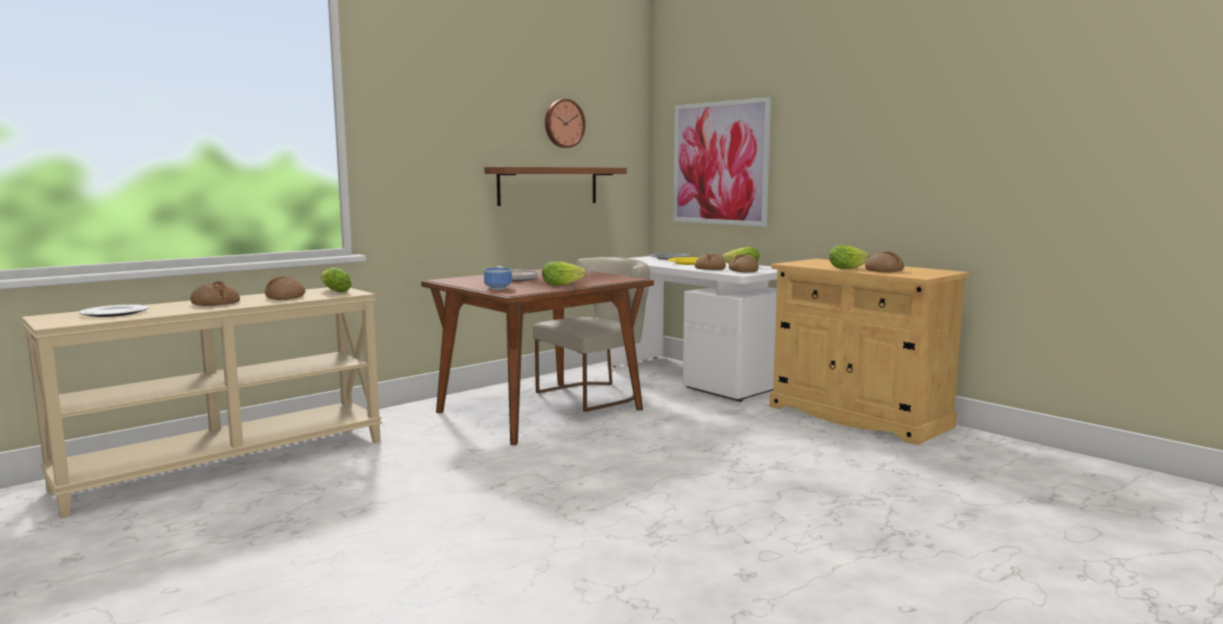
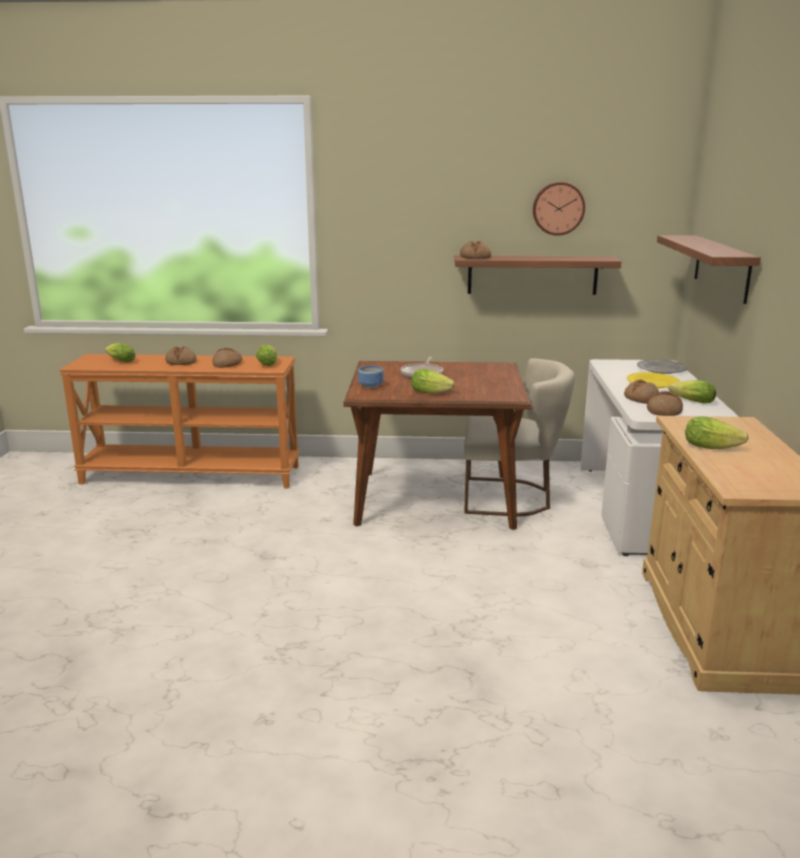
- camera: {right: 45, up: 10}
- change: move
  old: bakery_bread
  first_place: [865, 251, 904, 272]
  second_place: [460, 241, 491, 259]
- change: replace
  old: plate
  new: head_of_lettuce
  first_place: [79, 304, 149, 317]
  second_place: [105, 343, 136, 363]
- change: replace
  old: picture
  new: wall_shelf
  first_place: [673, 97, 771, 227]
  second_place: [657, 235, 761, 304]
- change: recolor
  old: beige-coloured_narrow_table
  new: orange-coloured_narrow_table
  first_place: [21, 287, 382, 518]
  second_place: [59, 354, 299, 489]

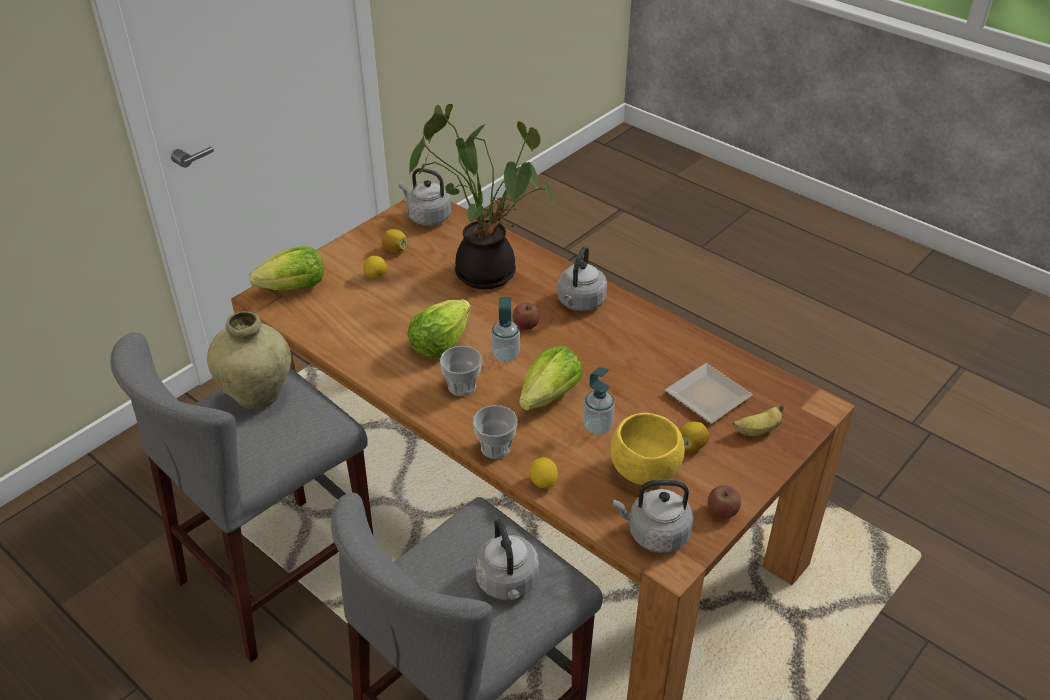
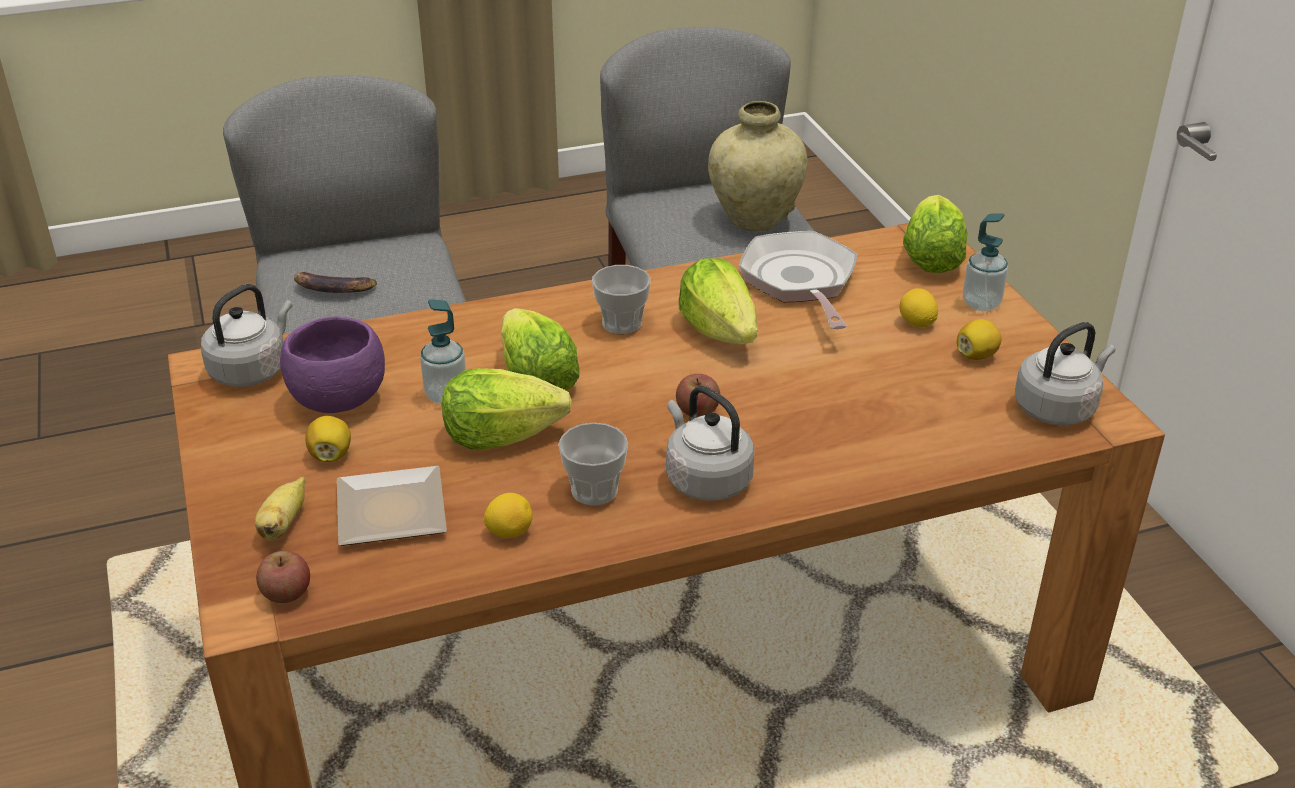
- camera: {right: 120, up: -5}
- change: delete
  old: plant_in_a_pot
  first_place: [409, 104, 554, 289]
- change: insert
  new: head_of_lettuce
  second_place: [442, 368, 572, 449]
- change: insert
  new: frying_pan
  second_place: [739, 231, 857, 329]
- change: move
  old: drinking_cup
  first_place: [473, 405, 517, 459]
  second_place: [558, 422, 628, 506]
- change: move
  old: soap_bottle
  first_place: [491, 297, 520, 362]
  second_place: [963, 213, 1008, 311]
- change: move
  old: citrus_fruit
  first_place: [529, 457, 558, 488]
  second_place: [484, 493, 532, 538]
- change: move
  old: whole_apple
  first_place: [708, 485, 741, 518]
  second_place: [256, 551, 310, 603]
- change: replace
  old: gray_tea_kettle
  new: banana_fruit
  first_place: [475, 519, 539, 600]
  second_place: [294, 271, 377, 293]
- change: recolor
  old: yellow_serving_bowl
  new: purple-coloured_serving_bowl
  first_place: [610, 413, 685, 485]
  second_place: [280, 316, 385, 413]

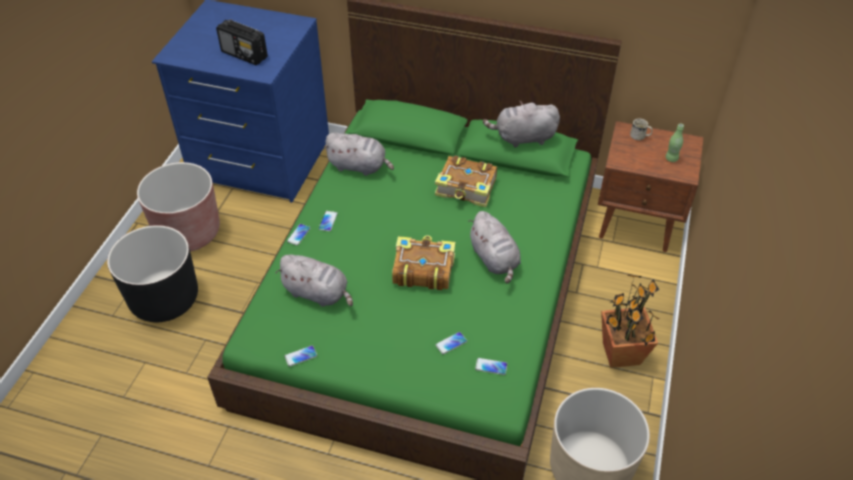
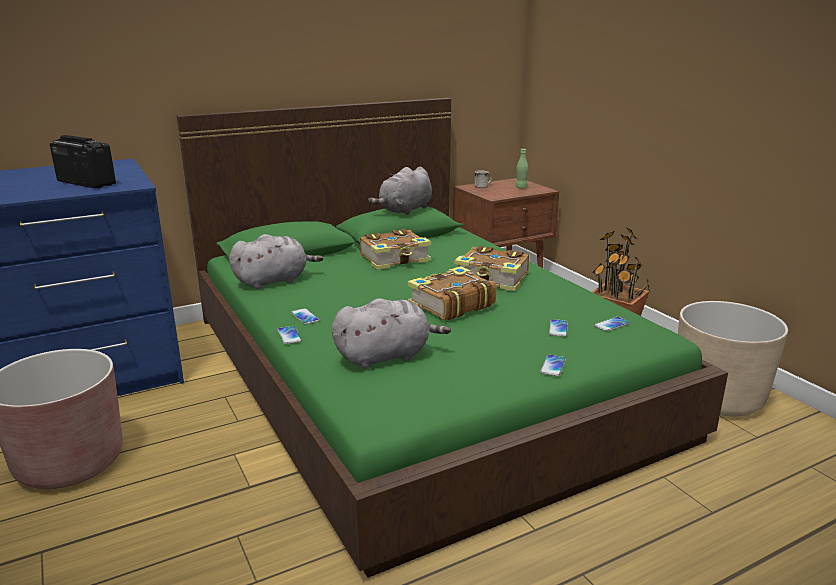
- camera: {right: -45, up: -25}
- change: delete
  old: black-coloured_flower_pot
  first_place: [107, 225, 198, 322]
- change: move
  old: handset
  first_place: [284, 346, 317, 367]
  second_place: [540, 355, 566, 376]
- change: replace
  old: gray_cuddly_toy
  new: book
  first_place: [468, 211, 521, 283]
  second_place: [454, 246, 529, 291]
- change: rotate
  old: radio_set
  first_place: [216, 20, 268, 65]
  second_place: [50, 135, 116, 188]
  degrees: -135

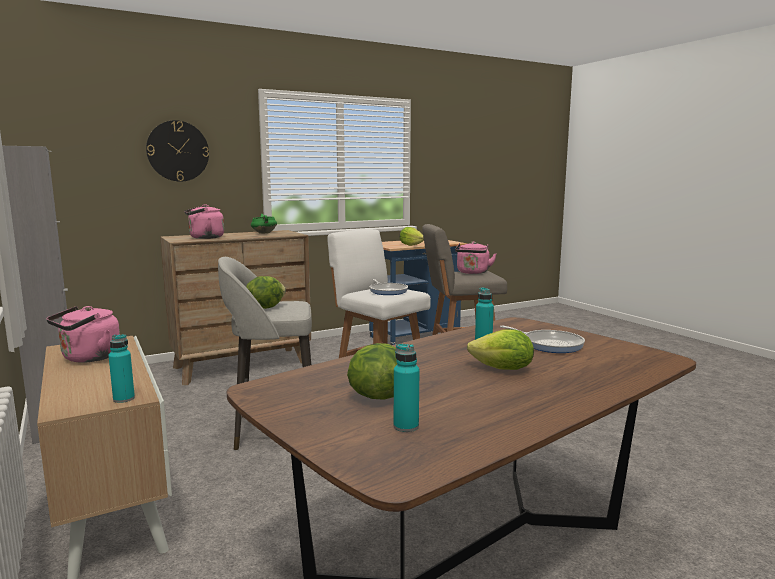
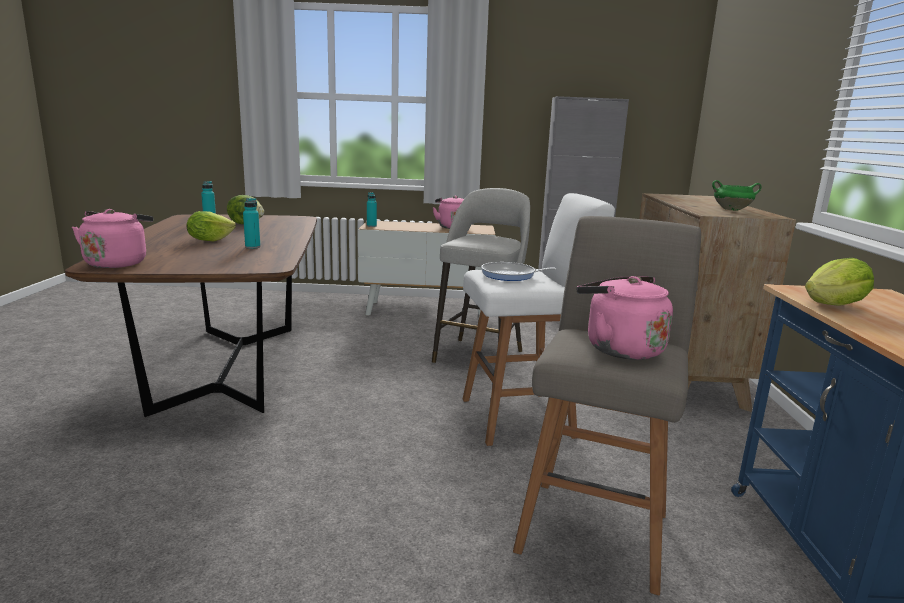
- camera: {right: 120, up: 5}
- change: delete
  old: clock_on_the_wall
  first_place: [146, 120, 209, 182]
- change: delete
  old: head_of_lettuce
  first_place: [246, 276, 286, 309]
- change: delete
  old: frying_pan
  first_place: [500, 326, 585, 353]
- change: move
  old: pink-coloured_tea_kettle
  first_place: [184, 204, 224, 239]
  second_place: [72, 209, 153, 268]

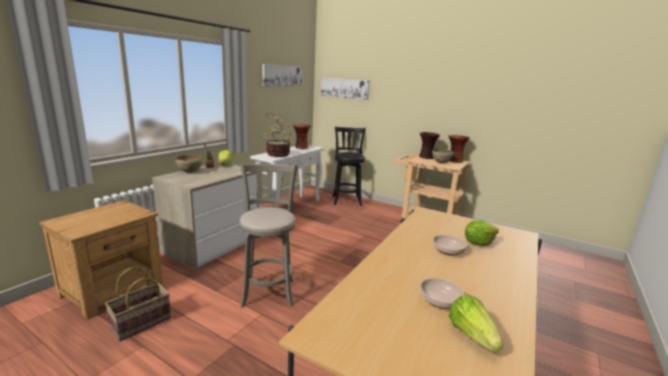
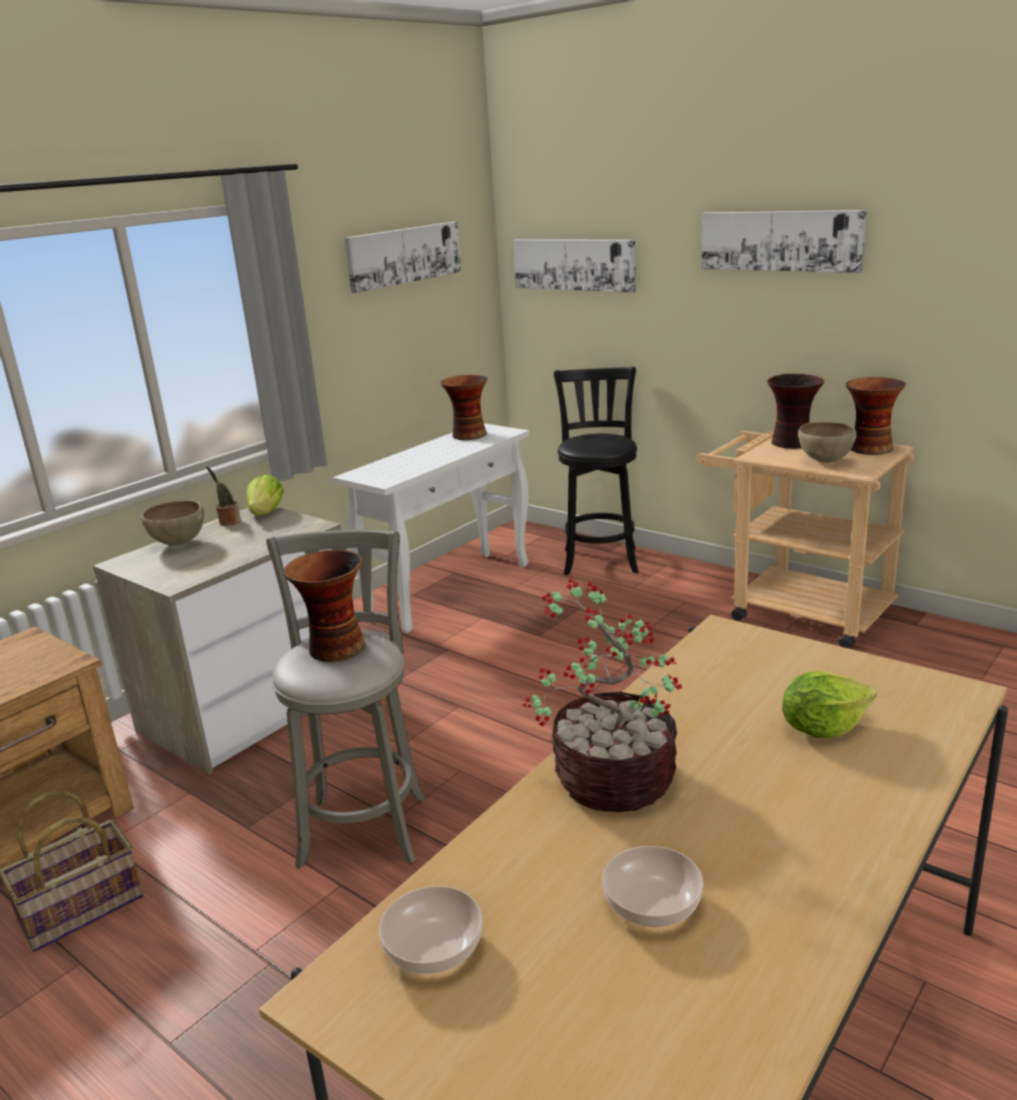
- camera: {right: 10, up: 5}
- change: delete
  old: head_of_lettuce
  first_place: [449, 295, 503, 352]
- change: insert
  new: decorative_vase
  second_place: [283, 550, 365, 662]
- change: insert
  new: picture
  second_place: [701, 210, 867, 273]
- change: move
  old: plant_in_a_pot
  first_place: [263, 112, 291, 157]
  second_place: [522, 578, 682, 812]
- change: move
  old: serving_bowl
  first_place: [433, 235, 467, 256]
  second_place: [379, 886, 482, 974]

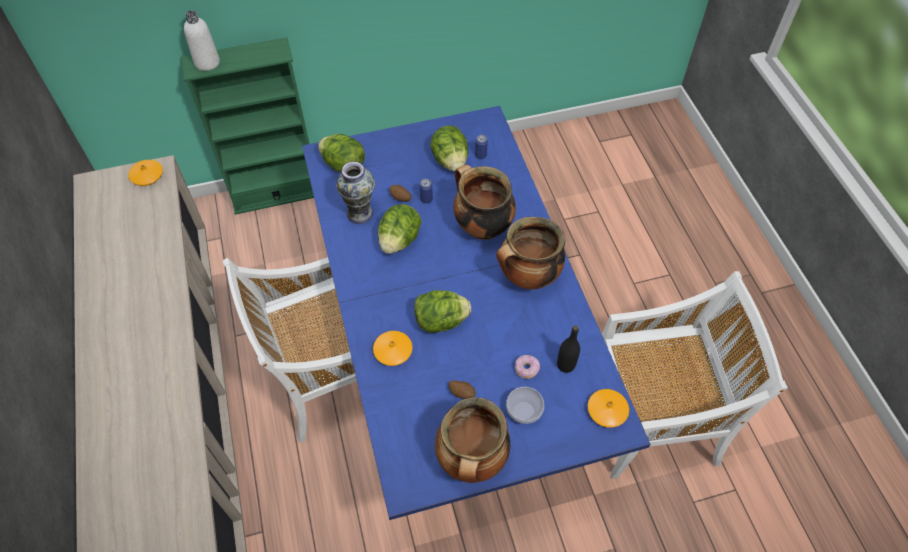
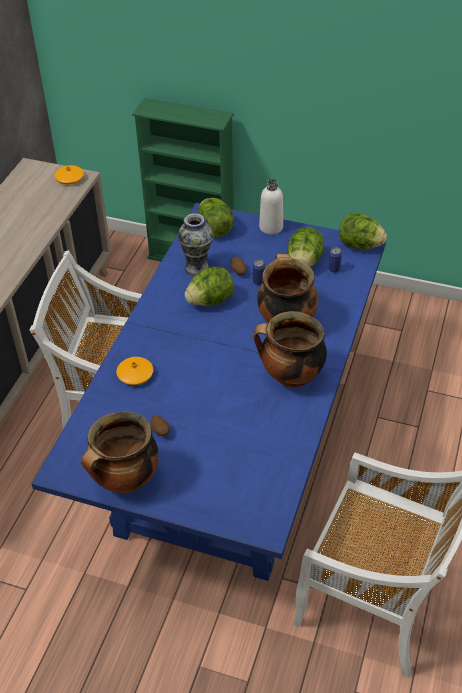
- camera: {right: 35, up: -10}
- change: delete
  old: serving_bowl
  first_place: [506, 387, 544, 424]
- change: delete
  old: doughnut
  first_place: [515, 355, 540, 379]
- change: delete
  old: black-coloured_drink_bottle
  first_place: [557, 326, 580, 373]
- change: delete
  old: orange-coloured_decorative_vase
  first_place: [588, 389, 629, 428]
- change: move
  old: white-coloured_drink_bottle
  first_place: [184, 10, 220, 71]
  second_place: [259, 179, 283, 235]
- change: move
  old: head_of_lettuce
  first_place: [414, 290, 471, 333]
  second_place: [339, 213, 387, 250]

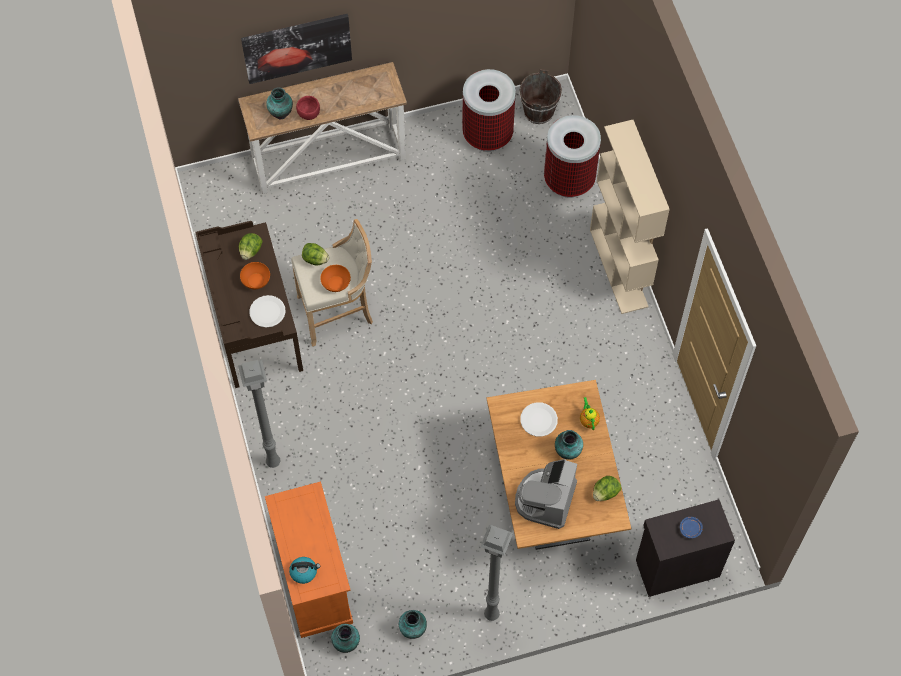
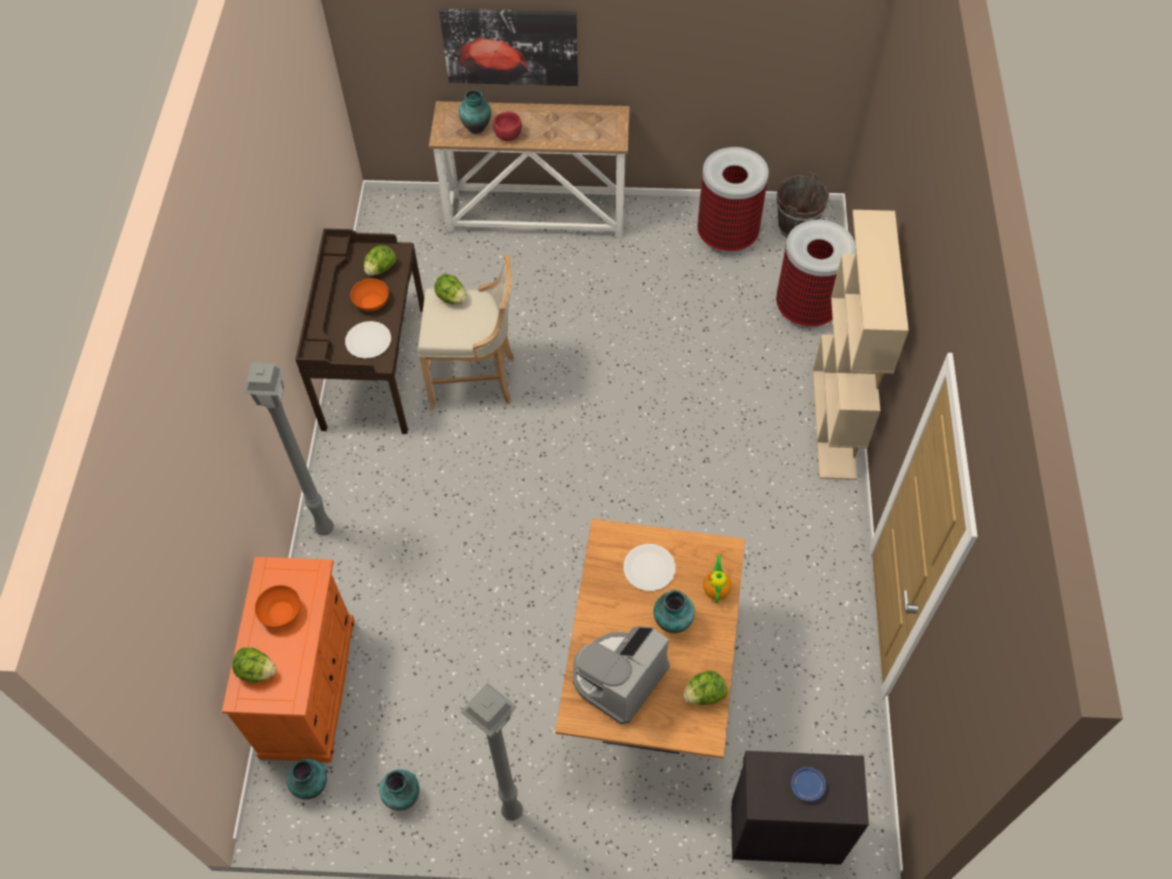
- camera: {right: 20, up: -5}
- change: move
  old: orange-coloured_serving_bowl
  first_place: [320, 265, 351, 292]
  second_place: [255, 585, 301, 628]
- change: replace
  old: tea_kettle
  new: head_of_lettuce
  first_place: [289, 557, 320, 584]
  second_place: [232, 647, 277, 683]

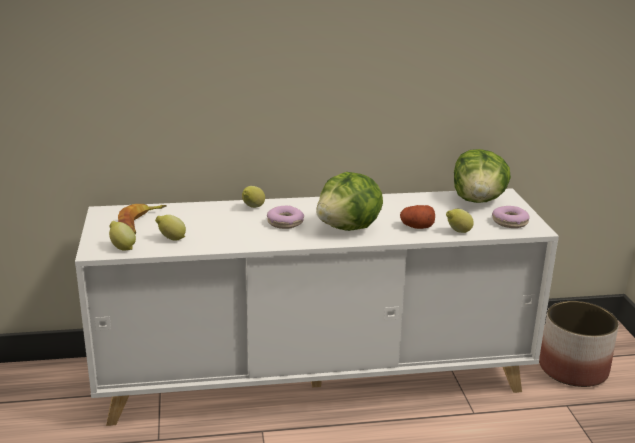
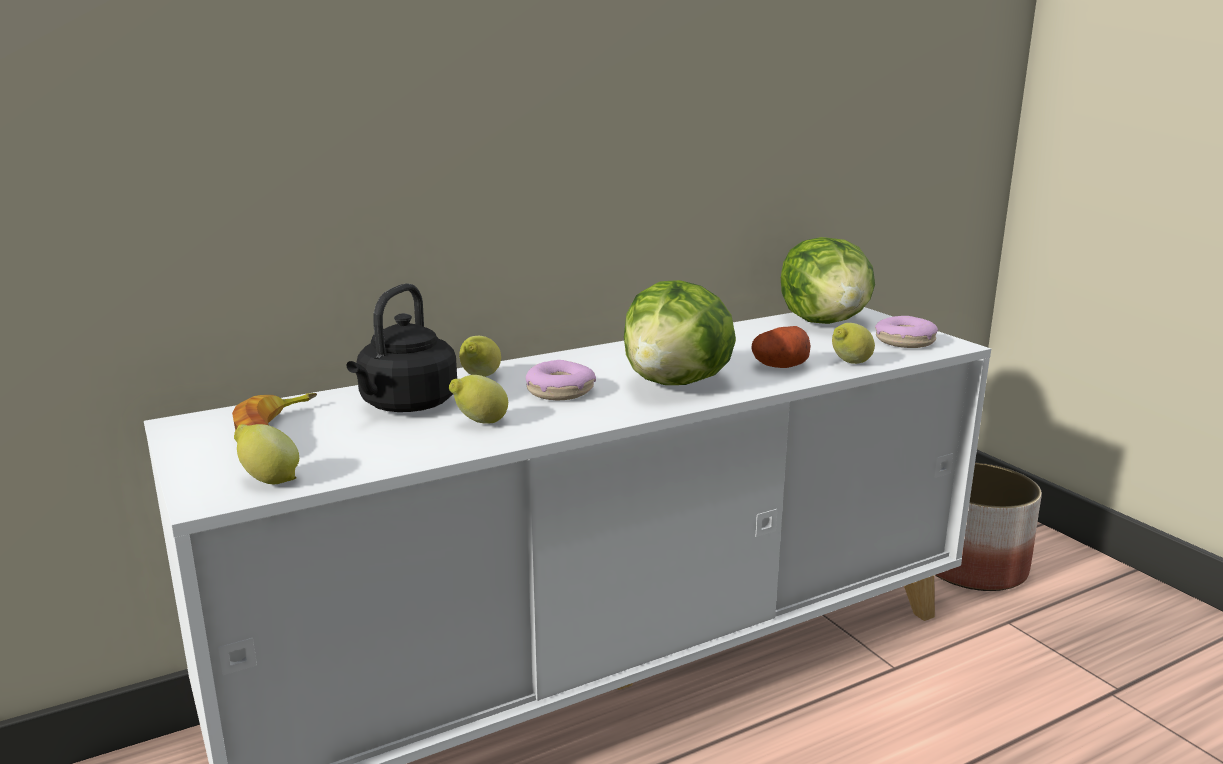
- camera: {right: -20, up: -5}
- change: insert
  new: black-coloured_tea_kettle
  second_place: [347, 283, 457, 412]
- change: move
  old: citrus_fruit
  first_place: [155, 215, 186, 241]
  second_place: [449, 375, 508, 424]

